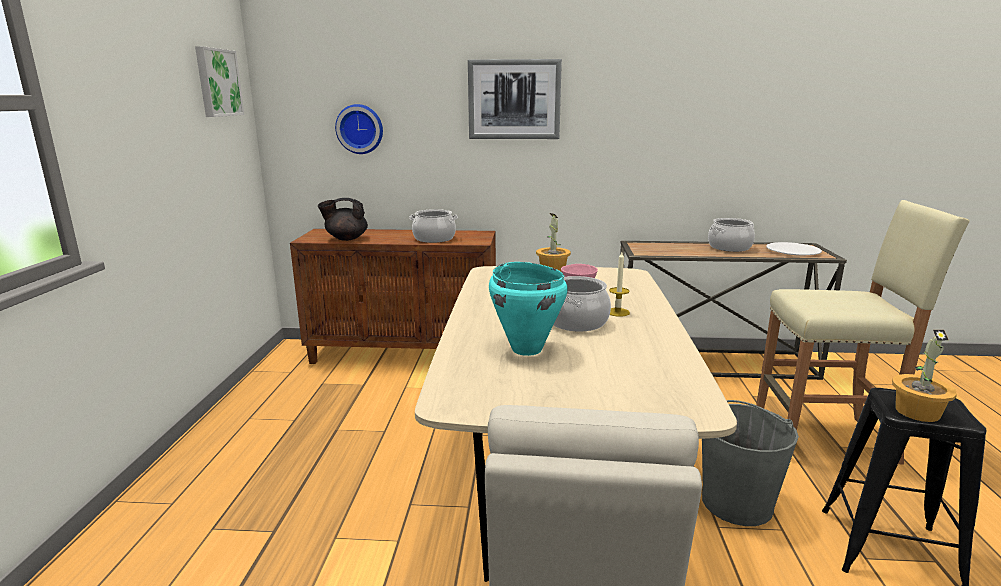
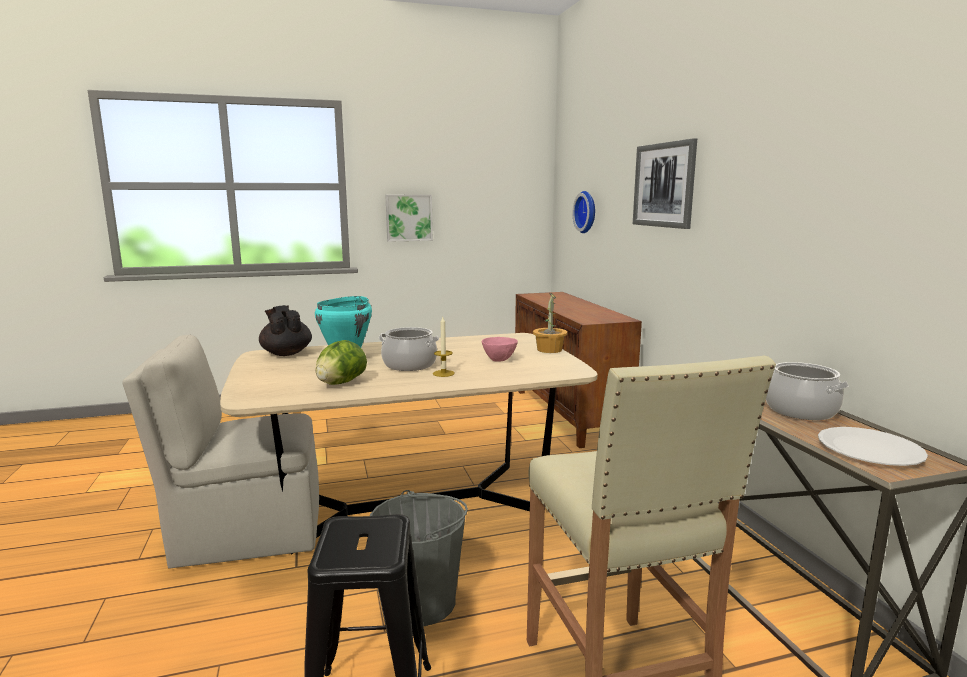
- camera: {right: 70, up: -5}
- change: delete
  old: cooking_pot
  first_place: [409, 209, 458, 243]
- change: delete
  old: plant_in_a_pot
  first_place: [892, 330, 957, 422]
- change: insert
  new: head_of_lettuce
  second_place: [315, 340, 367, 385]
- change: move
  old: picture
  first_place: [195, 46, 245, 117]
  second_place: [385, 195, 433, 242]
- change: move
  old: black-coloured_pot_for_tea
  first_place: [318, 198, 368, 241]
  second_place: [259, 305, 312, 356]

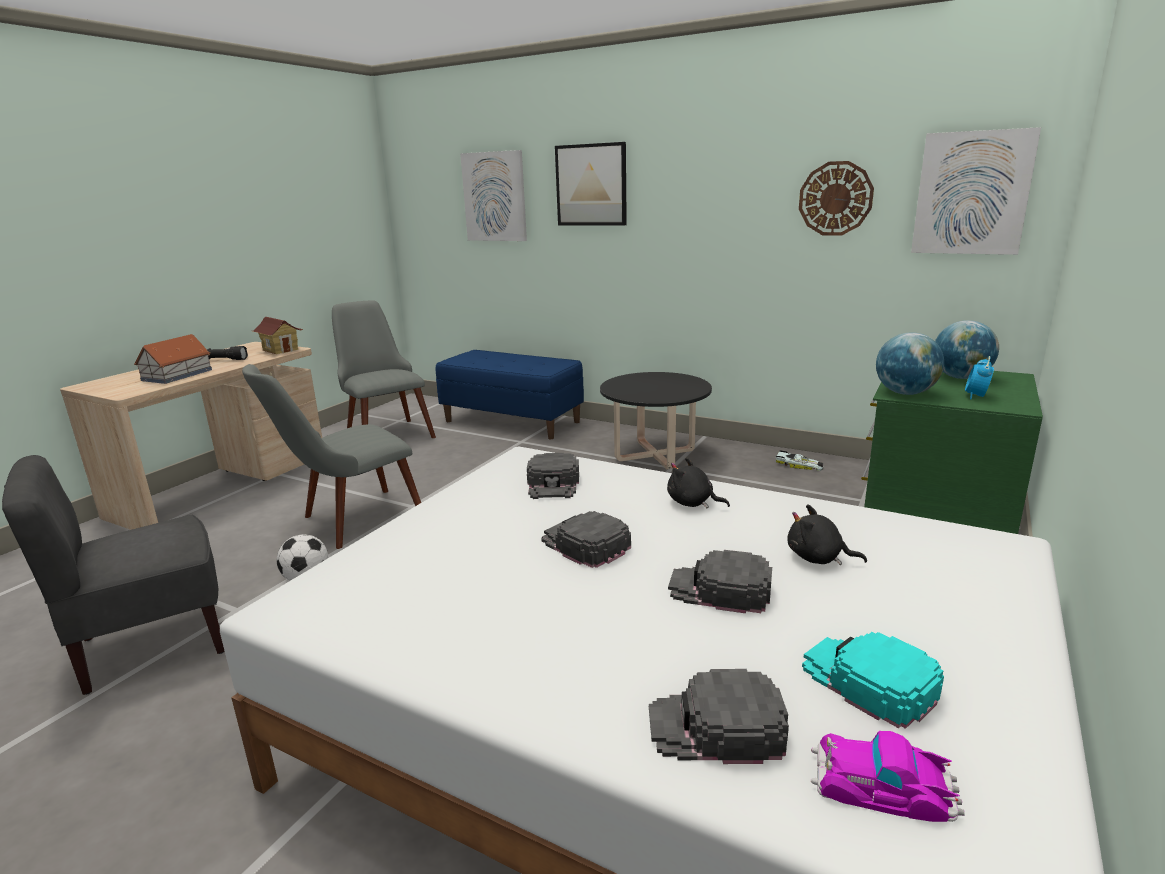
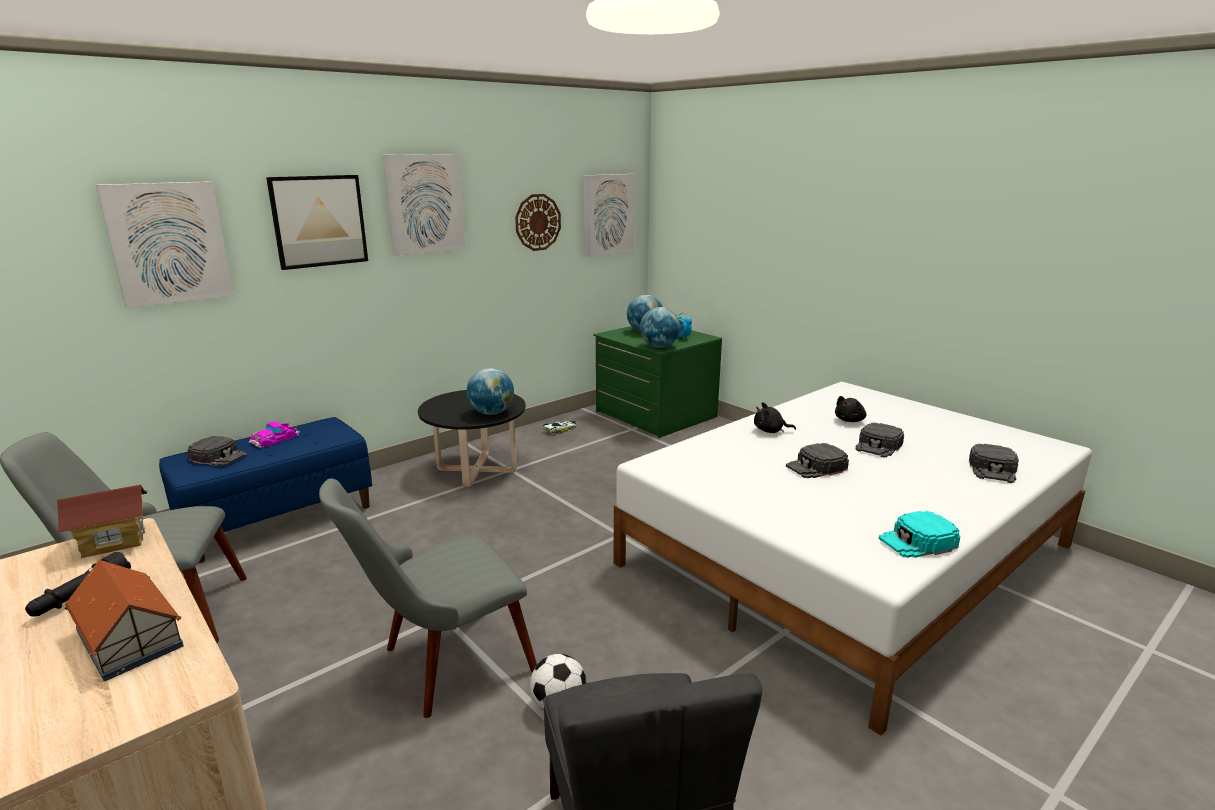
- camera: {right: -70, up: 0}
- change: insert
  new: picture
  second_place: [383, 154, 466, 256]
- change: insert
  new: globe
  second_place: [466, 368, 514, 415]
- change: move
  old: black-coloured_peaked_cap
  first_place: [527, 453, 579, 499]
  second_place: [187, 436, 247, 466]
- change: move
  old: turquoise-coloured_peaked_cap
  first_place: [802, 632, 944, 729]
  second_place: [879, 511, 960, 558]
- change: move
  old: model_car
  first_place: [811, 731, 965, 822]
  second_place: [249, 422, 300, 448]
- change: rotate
  old: gray_plain_chair
  first_place: [242, 364, 421, 549]
  second_place: [319, 478, 537, 718]
  degrees: 75
- change: rotate
  old: black-coloured_cuddly_toy
  first_place: [667, 458, 730, 508]
  second_place: [754, 402, 796, 433]
  degrees: 45

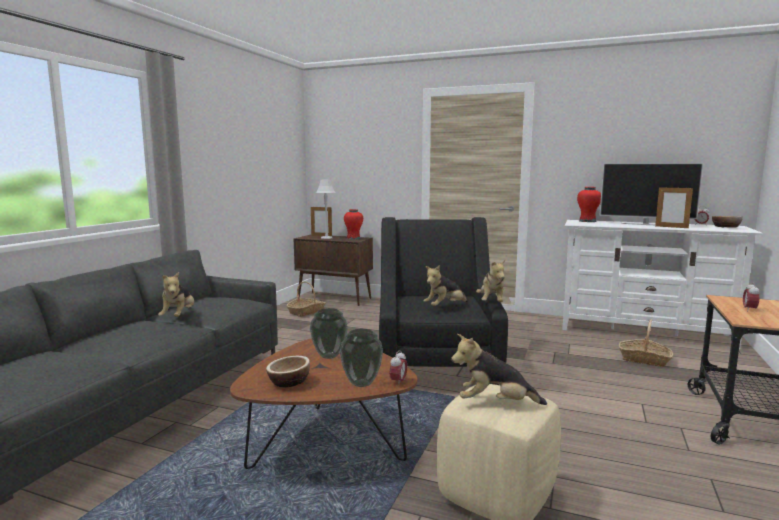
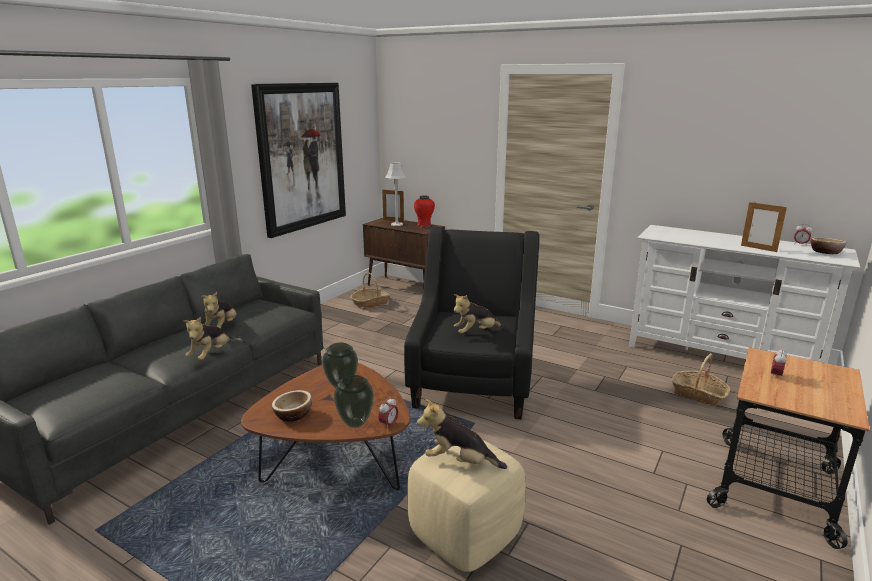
- camera: {right: 10, up: 10}
- change: delete
  old: red_decorative_vase
  first_place: [577, 187, 601, 222]
- change: delete
  old: TV_set
  first_place: [599, 163, 704, 225]
- change: insert
  new: picture
  second_place: [251, 83, 346, 238]
- change: move
  old: cuddly_toy
  first_place: [476, 260, 505, 302]
  second_place: [183, 317, 231, 360]

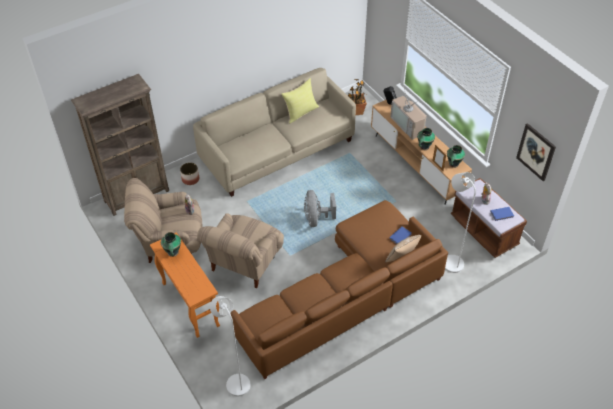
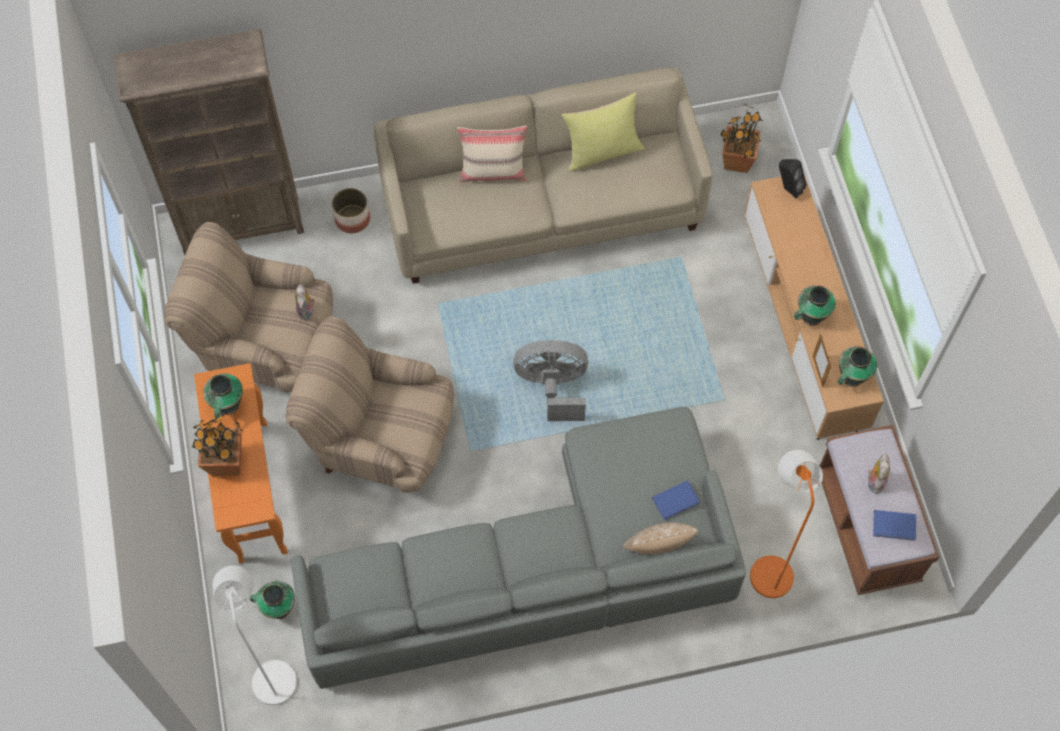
- camera: {right: 20, up: 15}
- change: delete
  old: TV_set
  first_place: [390, 86, 427, 140]
- change: delete
  old: picture
  first_place: [516, 123, 556, 181]
- change: insert
  new: plant_in_a_pot
  second_place: [192, 414, 243, 476]
- change: insert
  new: decorative_vase
  second_place: [250, 581, 295, 619]
- change: insert
  new: beige-coloured_pillow
  second_place: [457, 125, 527, 182]
- change: recolor
  old: brown_settee
  new: gray_settee
  first_place: [231, 200, 448, 380]
  second_place: [291, 407, 746, 689]
- change: recolor
  old: white-coloured_standard_lamp
  new: orange-coloured_standard_lamp
  first_place: [445, 172, 476, 273]
  second_place: [750, 449, 823, 598]
- change: rotate
  old: beige-coloured_easy_chair
  first_place: [197, 213, 284, 288]
  second_place: [286, 316, 454, 492]
  degrees: 60
- change: rotate
  old: gray_fan
  first_place: [304, 190, 336, 227]
  second_place: [513, 340, 588, 421]
  degrees: 75

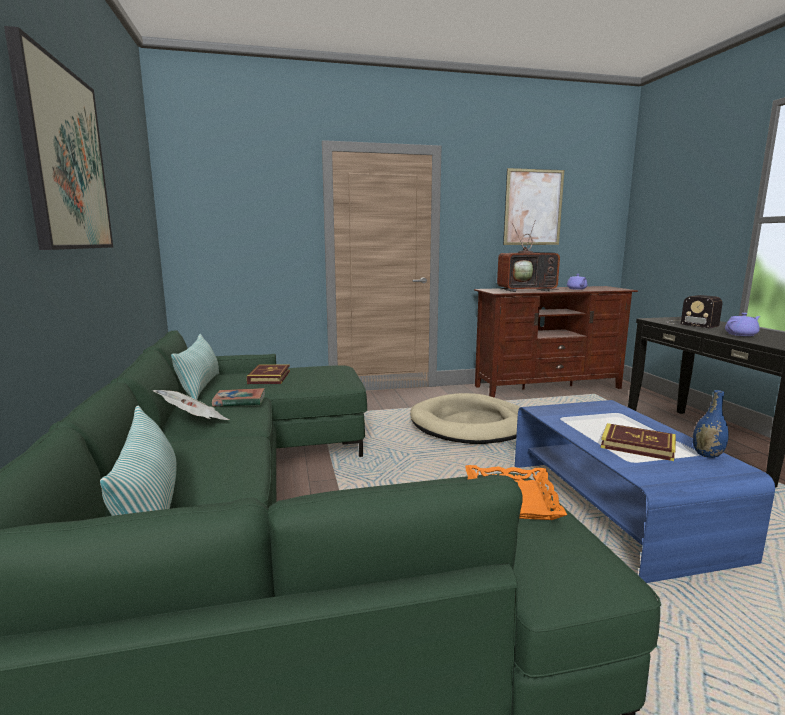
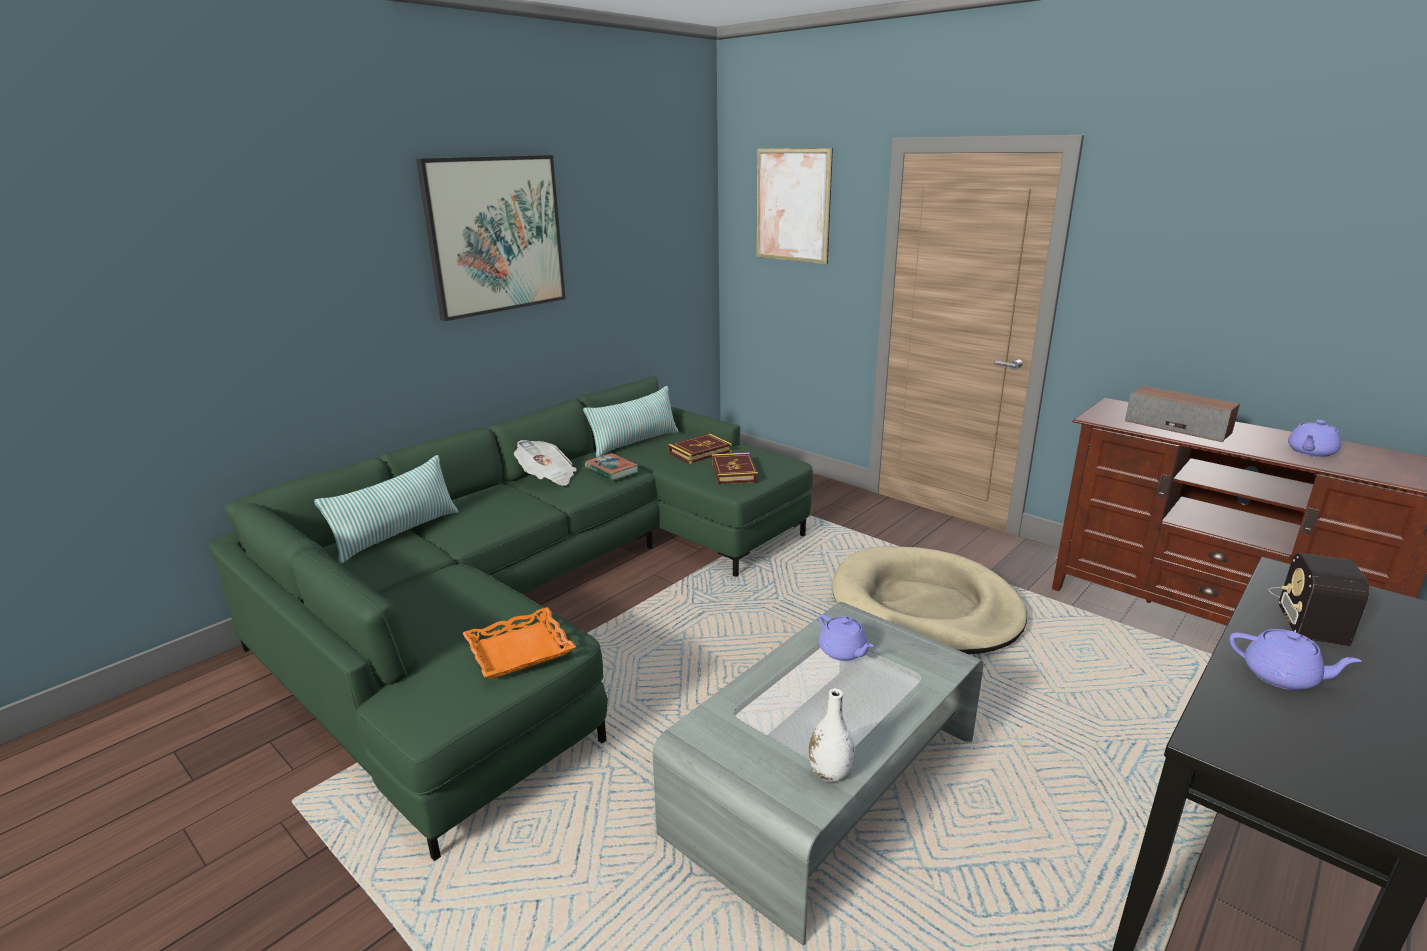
- camera: {right: 55, up: 10}
- change: insert
  new: purple-coloured_pot_for_tea
  second_place: [819, 614, 874, 661]
- change: move
  old: picture
  first_place: [503, 168, 564, 245]
  second_place: [756, 148, 833, 264]
- change: move
  old: book
  first_place: [601, 423, 676, 461]
  second_place: [712, 452, 758, 484]
- change: replace
  old: TV_set
  new: speaker
  first_place: [497, 220, 560, 292]
  second_place: [1125, 386, 1240, 442]
- change: recolor
  old: blue-coloured_low_table
  new: gray_low_table
  first_place: [515, 400, 775, 583]
  second_place: [653, 602, 983, 945]
- change: recolor
  old: blue-coloured_decorative_vase
  new: white-coloured_decorative_vase
  first_place: [693, 390, 729, 458]
  second_place: [809, 688, 855, 782]

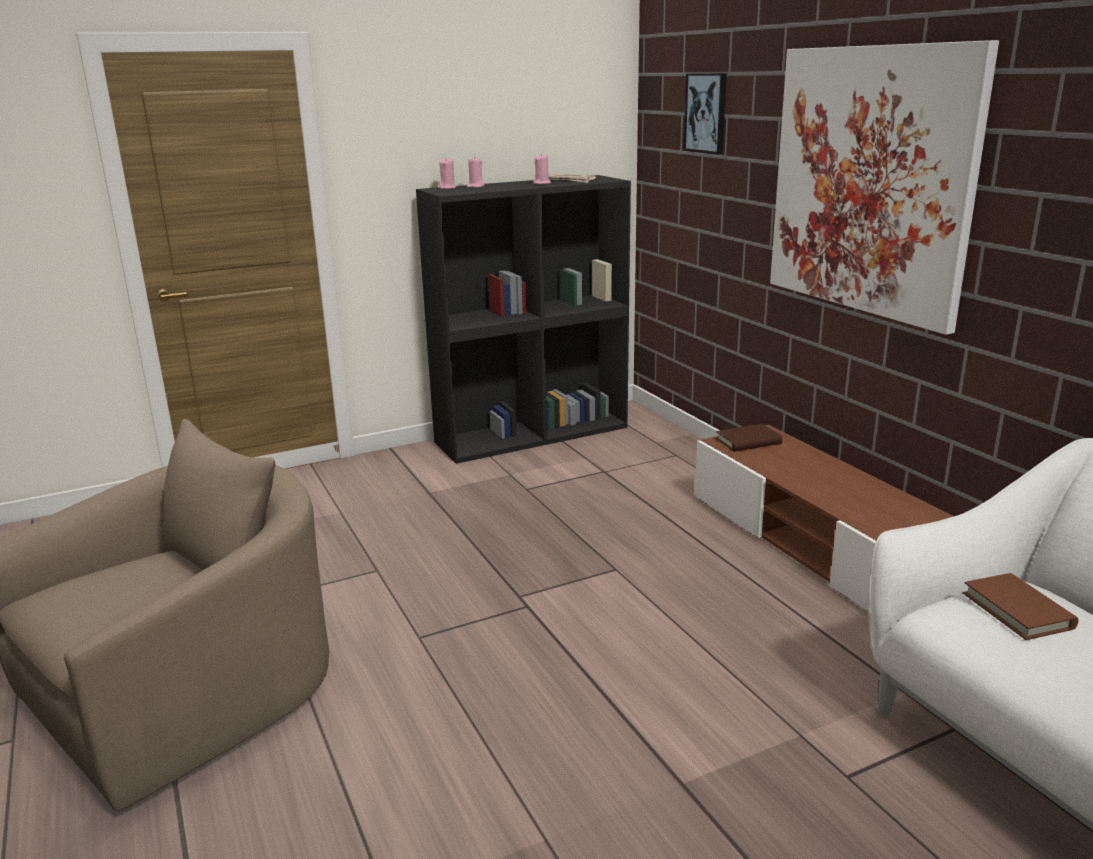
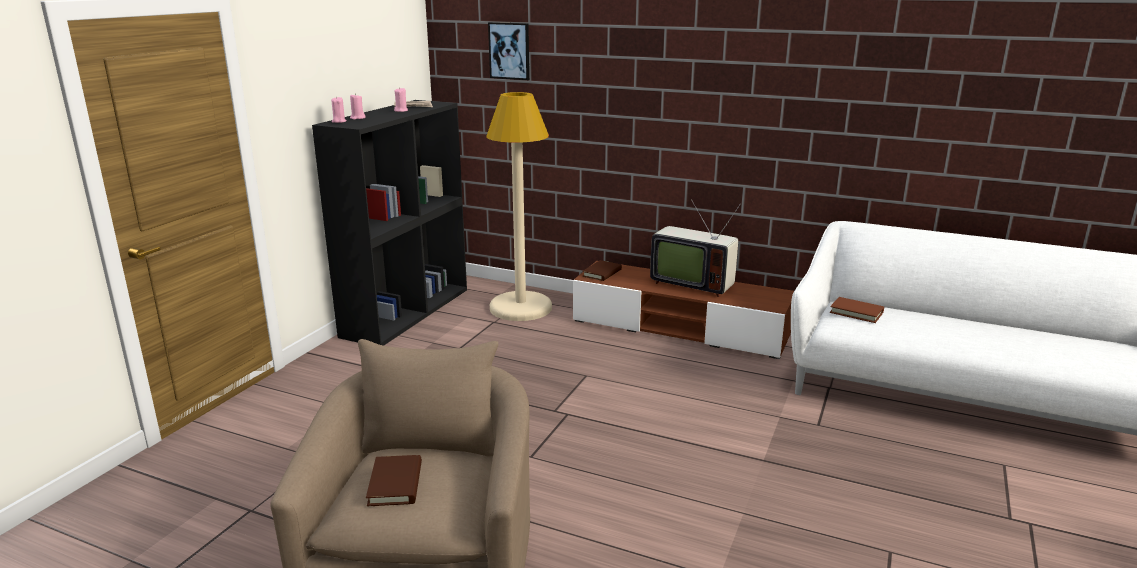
- camera: {right: -40, up: 0}
- change: delete
  old: picture
  first_place: [770, 40, 999, 335]
- change: insert
  new: brown_book
  second_place: [366, 455, 422, 506]
- change: insert
  new: beige-coloured_standard_lamp
  second_place: [486, 92, 552, 321]
- change: insert
  new: TV_set
  second_place: [650, 199, 741, 297]

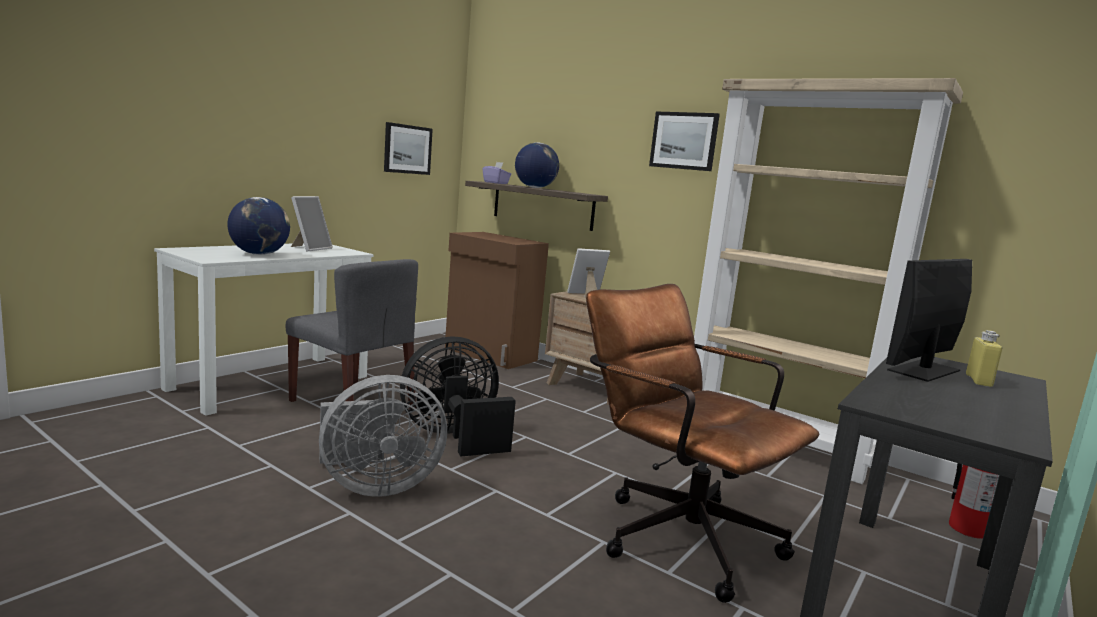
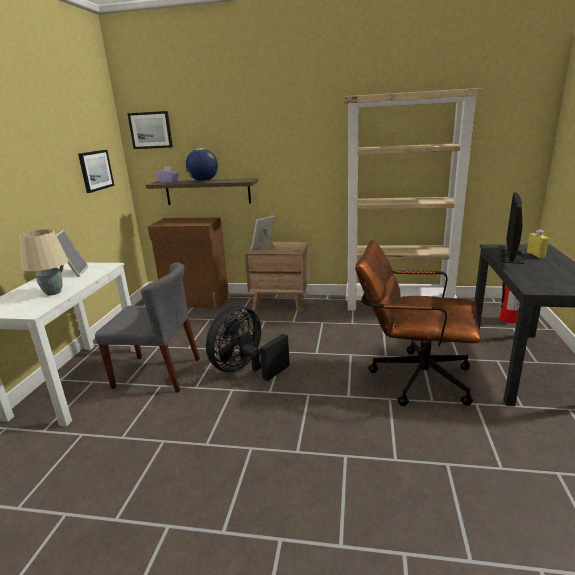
- camera: {right: -25, up: 10}
- change: delete
  old: gray_fan
  first_place: [319, 375, 447, 497]
- change: move
  old: picture
  first_place: [649, 111, 720, 171]
  second_place: [127, 111, 173, 149]
- change: replace
  old: globe
  new: beige-coloured_lamp_for_a_table
  first_place: [227, 197, 290, 255]
  second_place: [19, 229, 68, 295]

